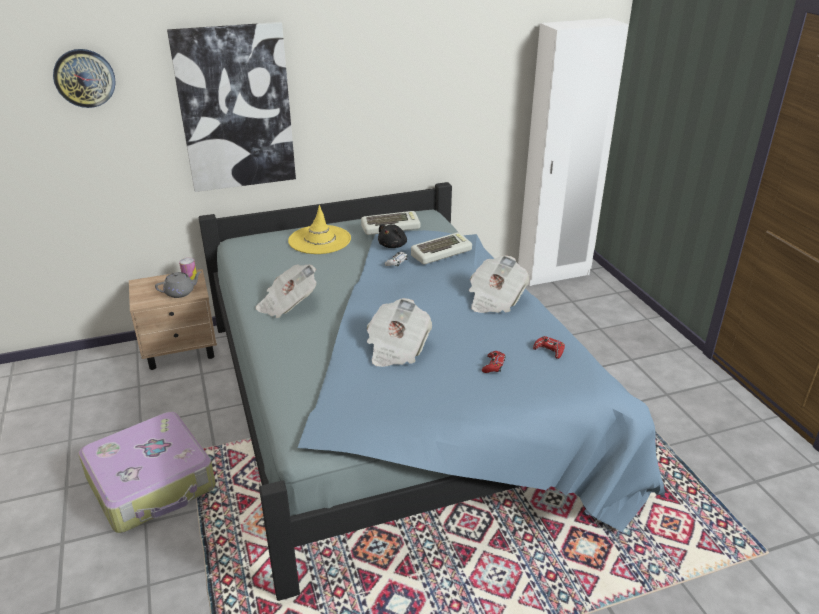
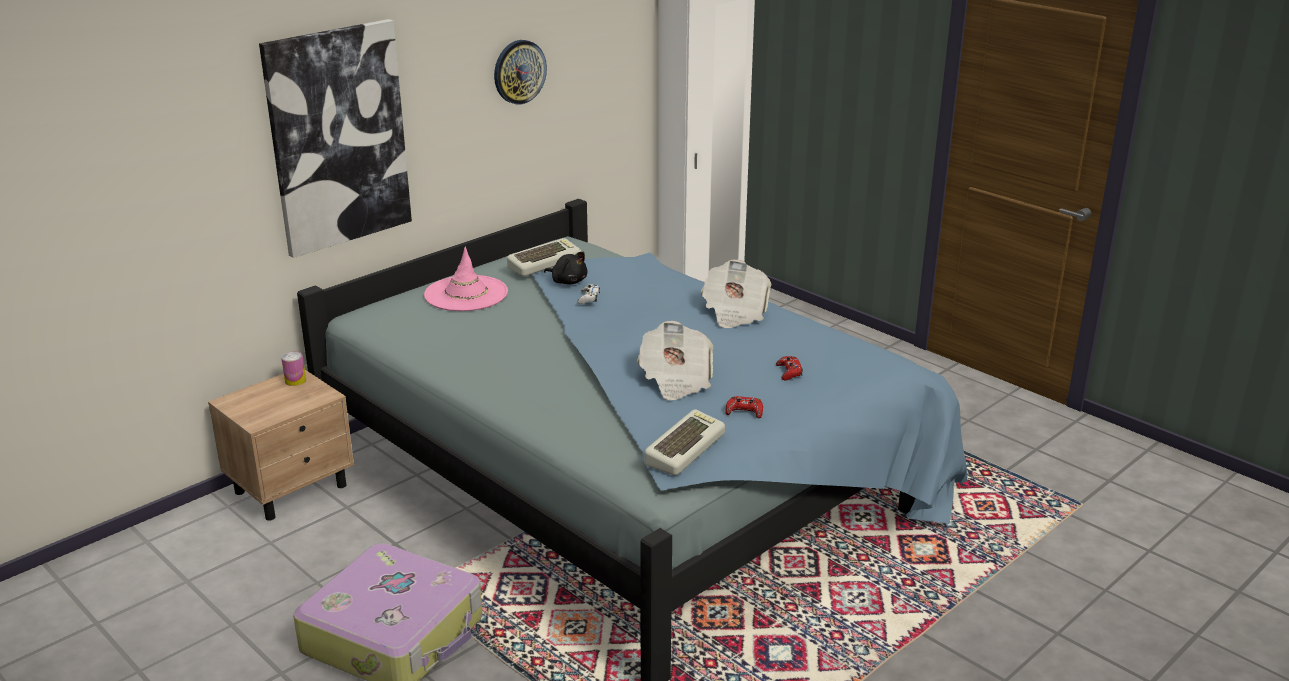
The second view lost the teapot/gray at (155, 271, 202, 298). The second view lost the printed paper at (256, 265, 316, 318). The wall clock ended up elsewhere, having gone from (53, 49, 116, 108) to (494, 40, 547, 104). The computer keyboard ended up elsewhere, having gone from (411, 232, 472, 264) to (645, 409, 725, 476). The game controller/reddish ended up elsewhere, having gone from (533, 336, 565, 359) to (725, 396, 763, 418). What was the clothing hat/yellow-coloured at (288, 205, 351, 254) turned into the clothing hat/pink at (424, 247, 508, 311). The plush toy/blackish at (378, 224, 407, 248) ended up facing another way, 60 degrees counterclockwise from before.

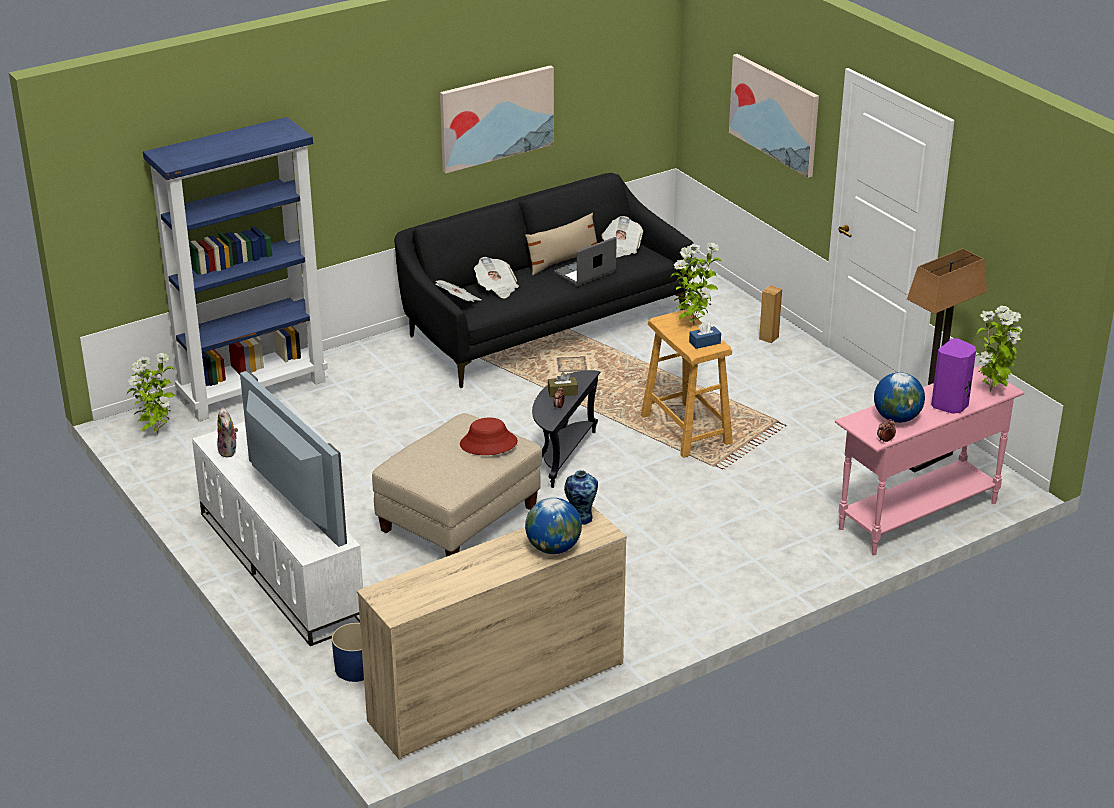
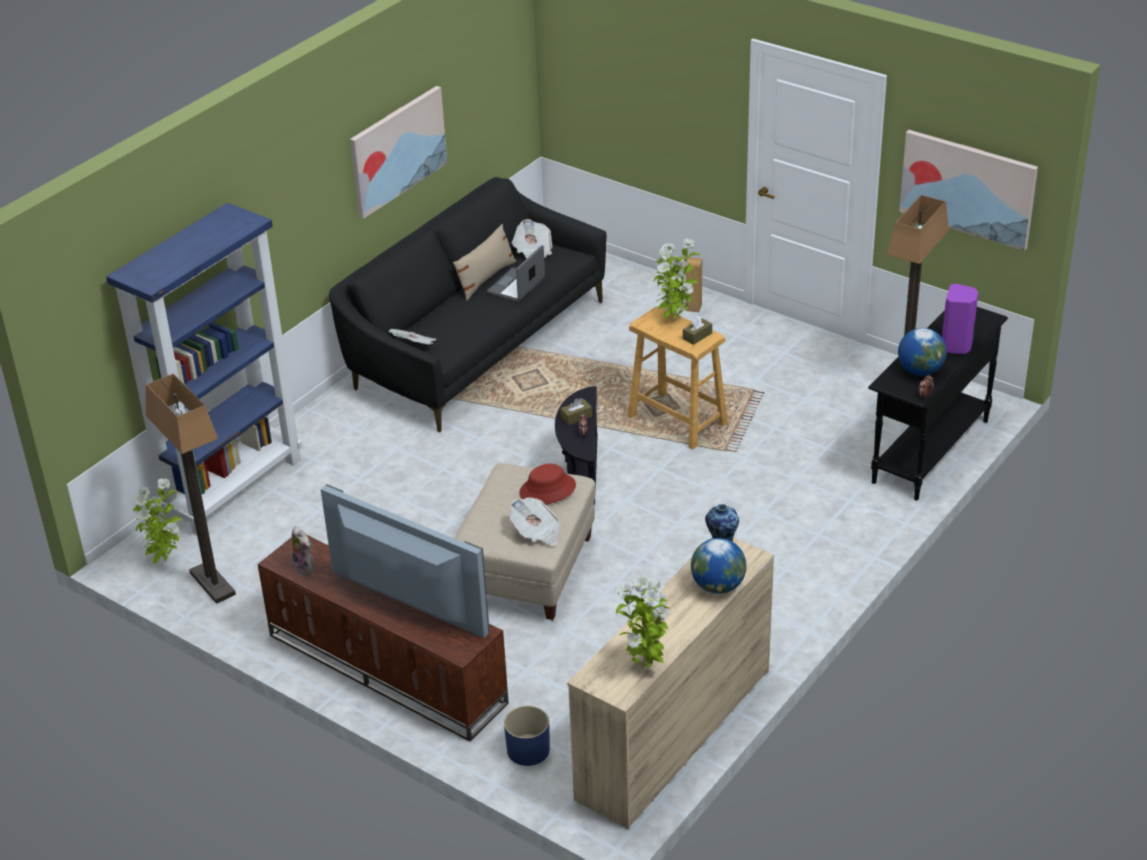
The second view gained the standing lamp at (146, 373, 236, 604). The printed paper ended up elsewhere, having gone from (474, 257, 519, 298) to (510, 497, 562, 546). The wall picture ended up elsewhere, having gone from (729, 54, 819, 178) to (899, 130, 1038, 251). The houseplant ended up elsewhere, having gone from (976, 306, 1023, 392) to (615, 576, 669, 669). What was the tv unit/whitish at (192, 422, 363, 646) turned into the tv unit/brown-coloured at (258, 535, 509, 742). What was the tissue holder/blue-coloured at (689, 321, 721, 349) turned into the tissue holder/brown-coloured at (683, 316, 712, 345). What was the hall table/pink at (835, 365, 1024, 555) turned into the hall table/blackish at (868, 307, 1008, 500).

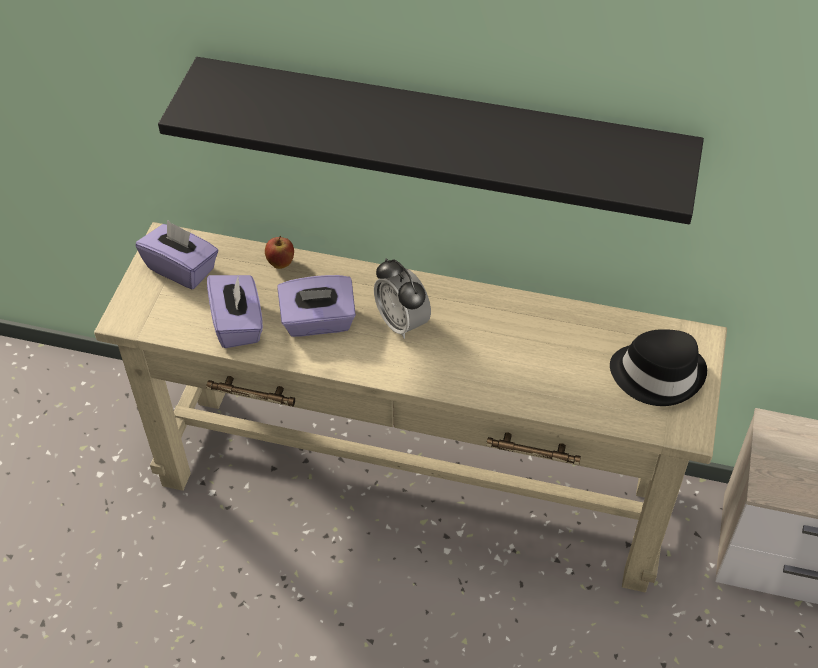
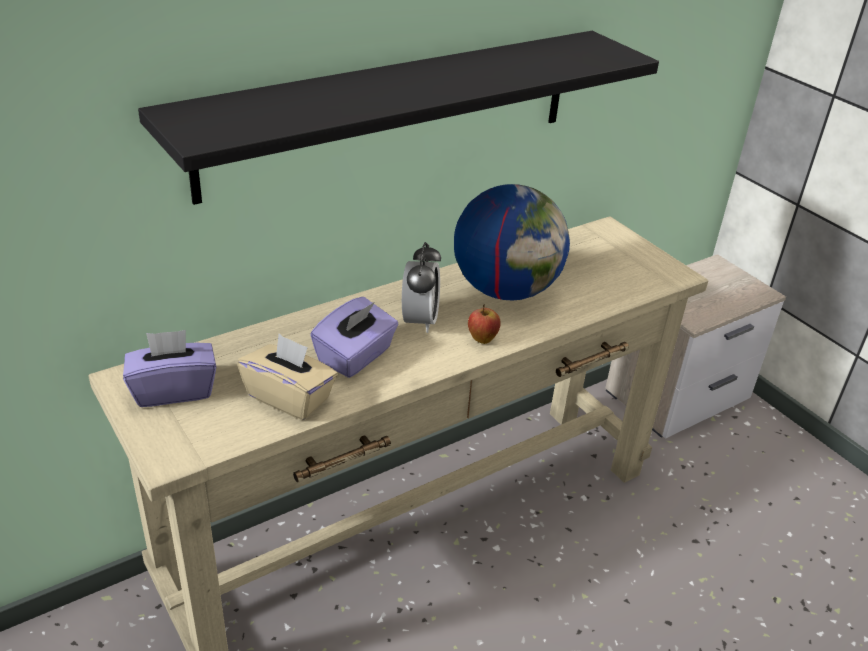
The second view lost the clothing hat/blackish at (610, 329, 707, 406). The second view gained the globe at (454, 184, 570, 301). The apple ended up elsewhere, having gone from (265, 236, 294, 269) to (468, 304, 501, 344). What was the tissue holder/purple-coloured at (207, 274, 263, 348) turned into the tissue holder/beige-coloured at (237, 334, 337, 420). The bedside clock at (374, 258, 431, 339) ended up facing another way, 90 degrees counterclockwise from before.

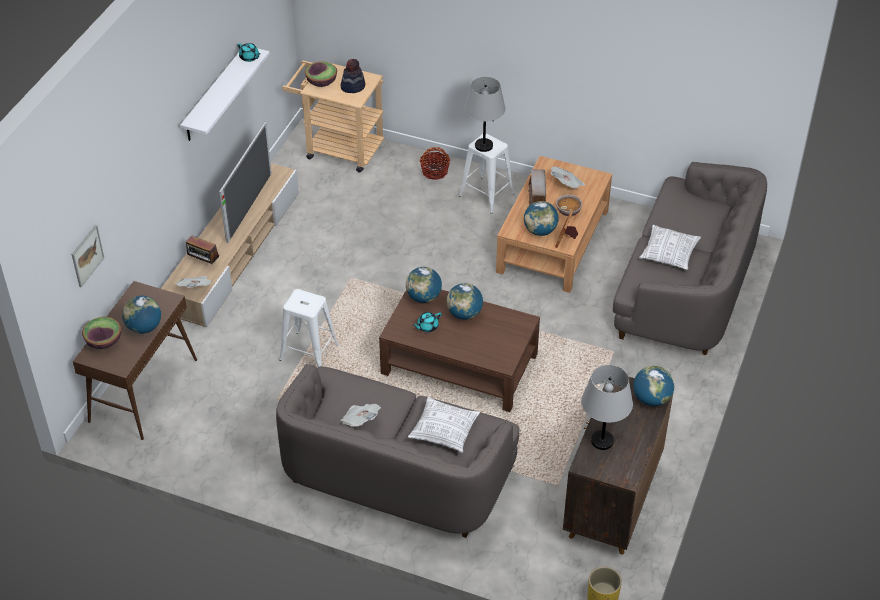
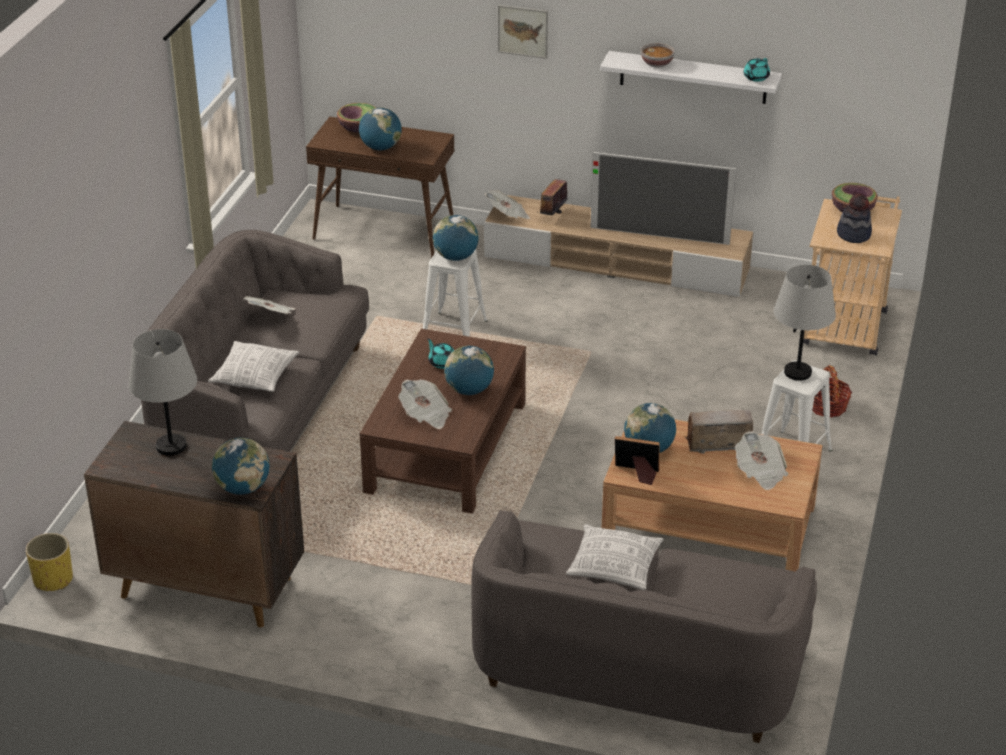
The second view gained the printed paper at (398, 379, 452, 429). The wall picture ended up elsewhere, having gone from (71, 225, 104, 287) to (498, 5, 548, 59). The globe ended up elsewhere, having gone from (406, 267, 442, 303) to (433, 215, 479, 261). The serving bowl ended up elsewhere, having gone from (556, 195, 582, 216) to (641, 43, 675, 68).

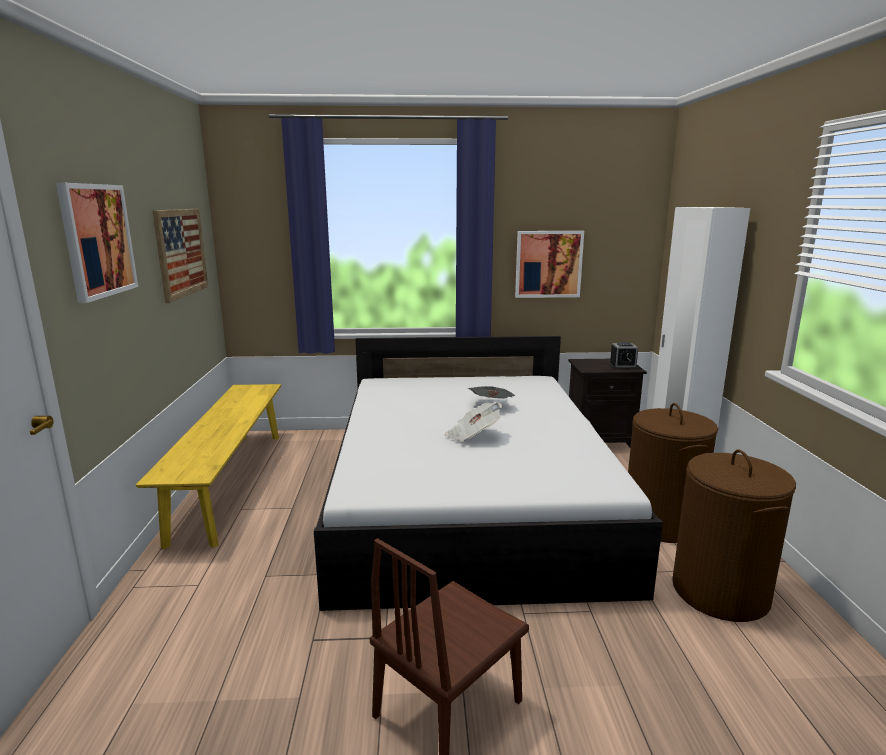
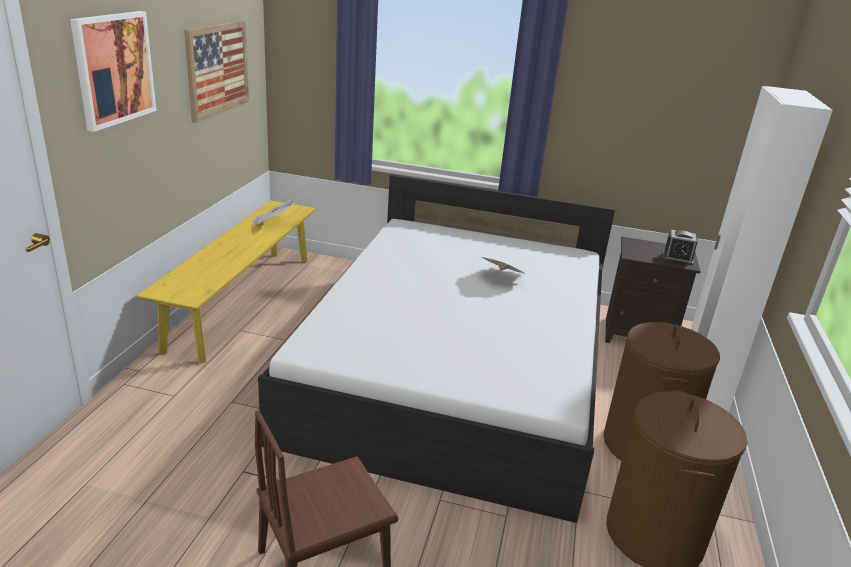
The second view lost the wall picture at (515, 231, 584, 298). The printed paper ended up elsewhere, having gone from (445, 402, 503, 442) to (253, 199, 295, 226).

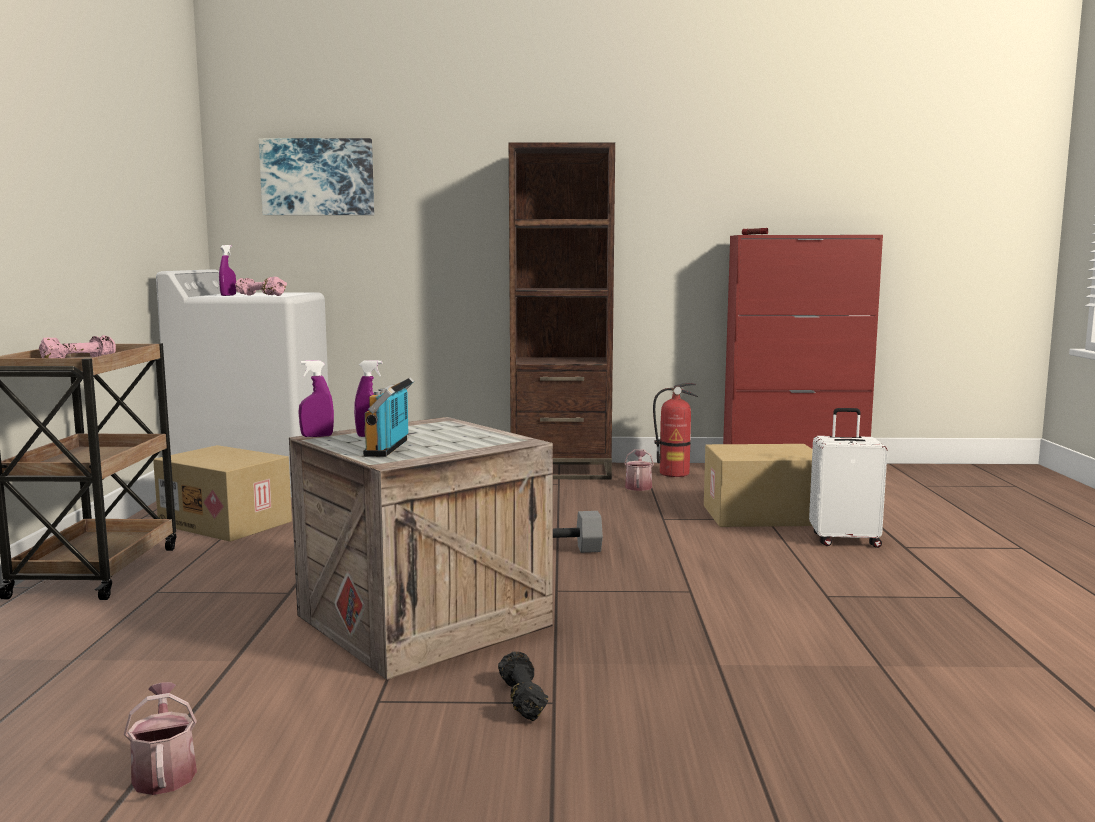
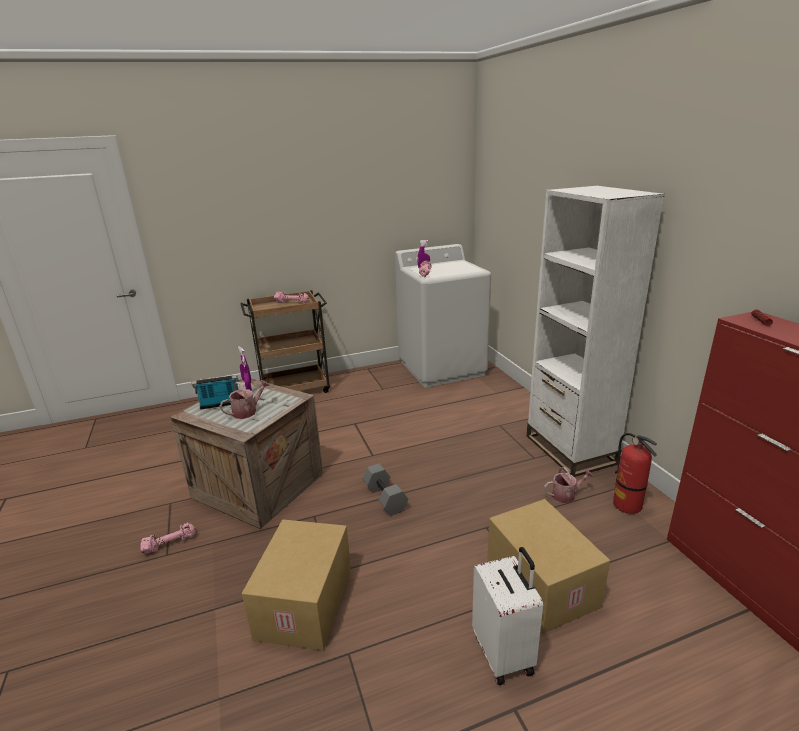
The second view lost the wall picture at (259, 138, 374, 215). The watering pot ended up elsewhere, having gone from (124, 682, 197, 795) to (220, 380, 270, 419). The cardboard box ended up elsewhere, having gone from (153, 445, 292, 542) to (242, 519, 351, 651). What was the free weight/blackish at (498, 652, 548, 721) turned into the free weight/pink at (140, 522, 195, 554). What was the shelving unit/brown-coloured at (509, 142, 615, 480) turned into the shelving unit/whitish at (527, 186, 665, 477).

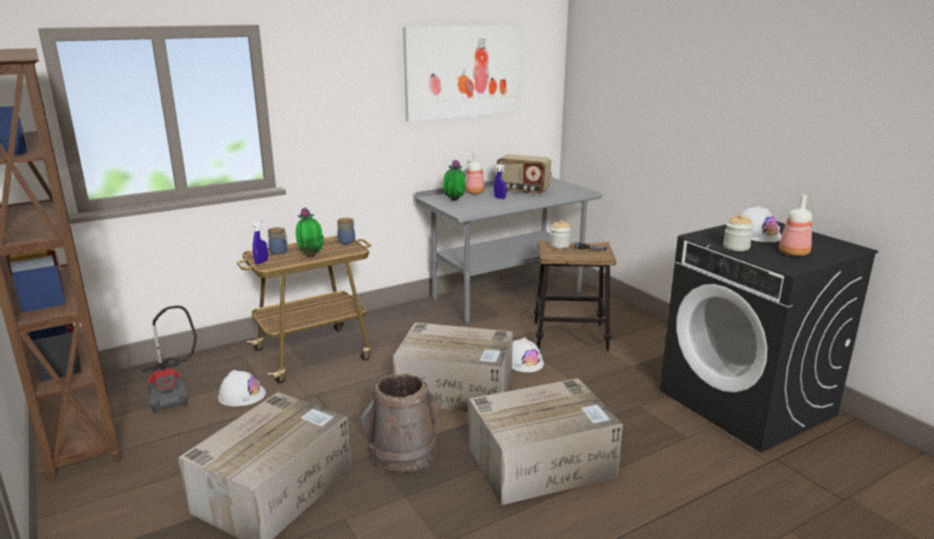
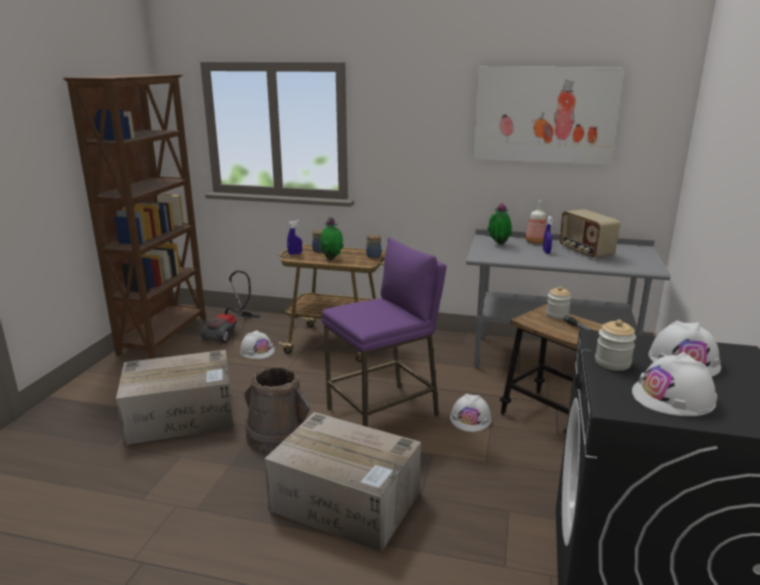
Where the cardboard box stood at (393, 322, 513, 412), the stool seat/purple-coloured came to stand at (322, 237, 447, 427). Where the bottle stood at (779, 194, 812, 256), the work helmet/whitish came to stand at (632, 352, 717, 416).

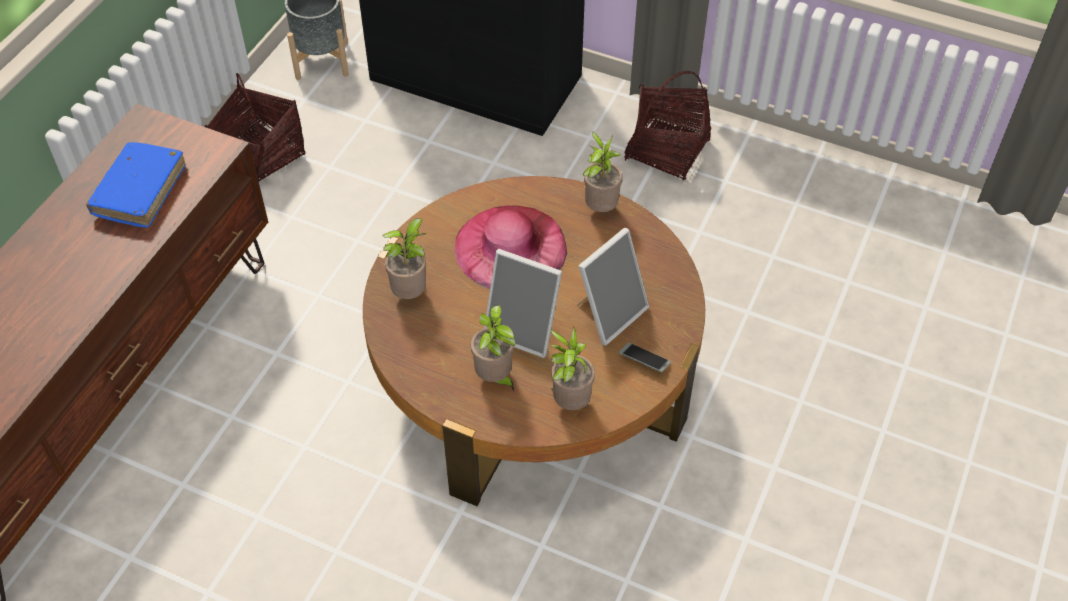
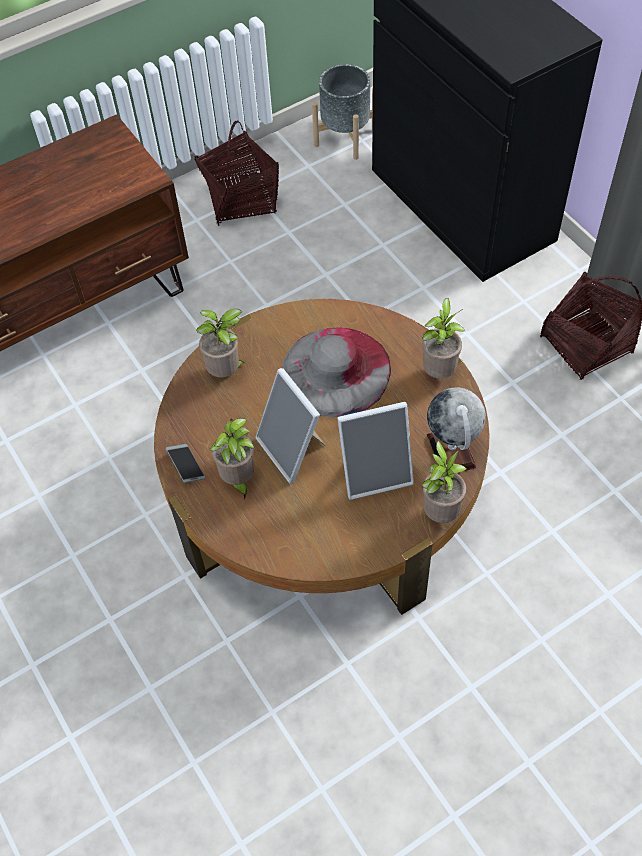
The second view lost the book/blue-coloured at (86, 142, 186, 228). The second view gained the globe at (427, 387, 486, 471). The houseplant ended up elsewhere, having gone from (549, 327, 595, 410) to (422, 441, 467, 523). The telephone ended up elsewhere, having gone from (619, 343, 671, 372) to (166, 444, 205, 483). What was the clothing hat/pink at (454, 205, 567, 289) turned into the clothing hat/gray at (282, 328, 391, 417).

